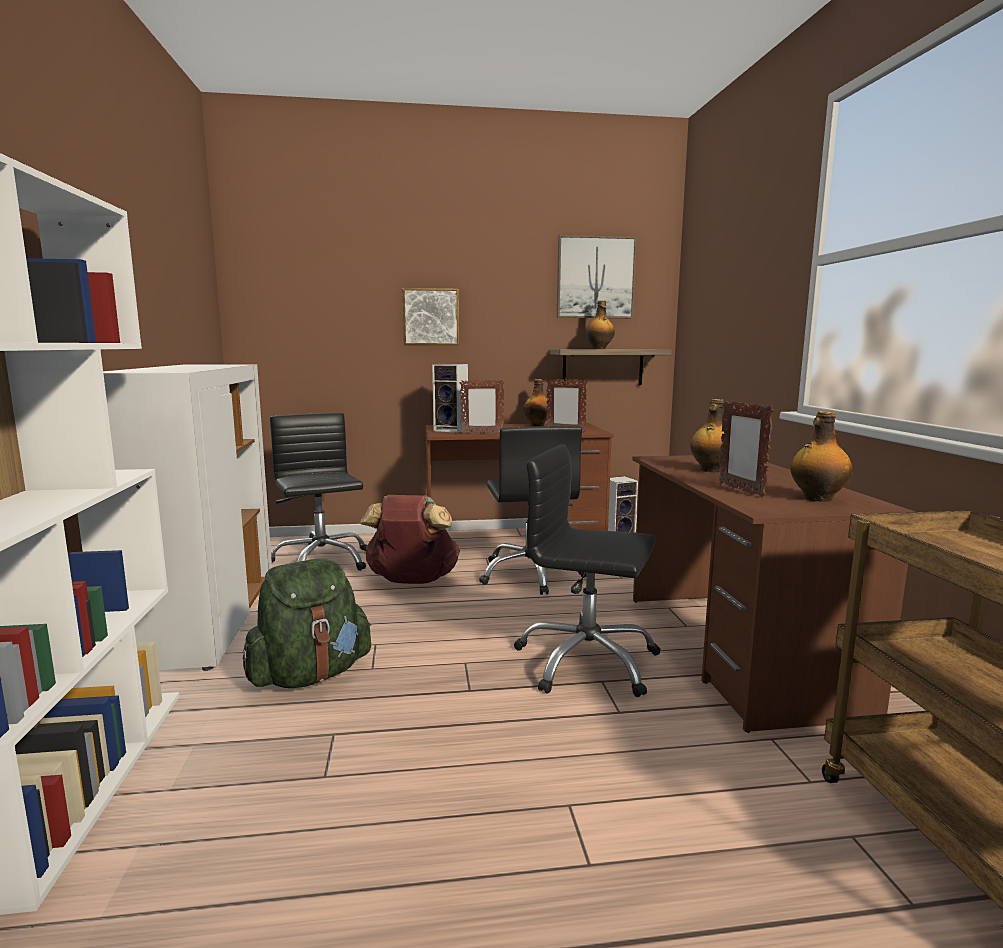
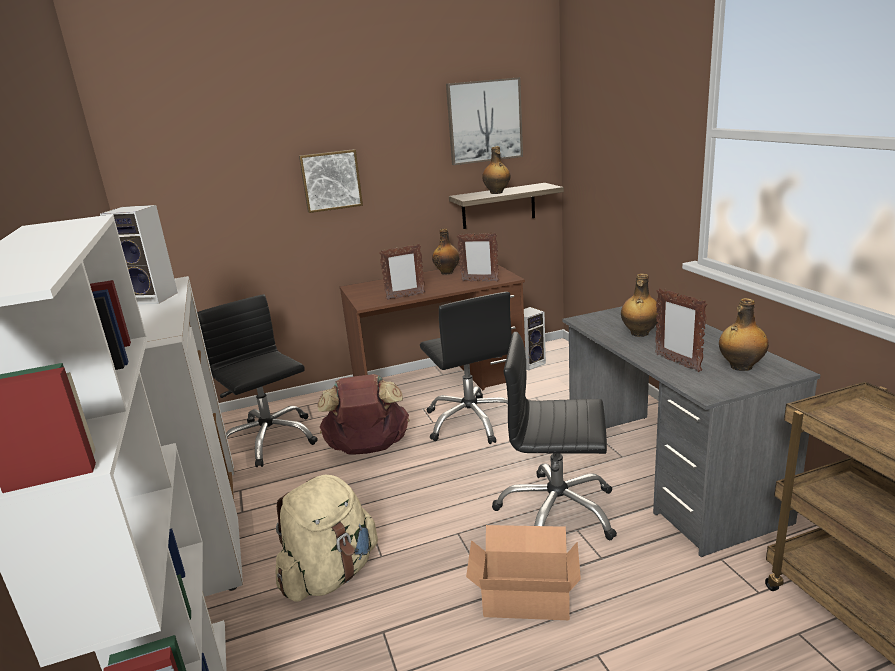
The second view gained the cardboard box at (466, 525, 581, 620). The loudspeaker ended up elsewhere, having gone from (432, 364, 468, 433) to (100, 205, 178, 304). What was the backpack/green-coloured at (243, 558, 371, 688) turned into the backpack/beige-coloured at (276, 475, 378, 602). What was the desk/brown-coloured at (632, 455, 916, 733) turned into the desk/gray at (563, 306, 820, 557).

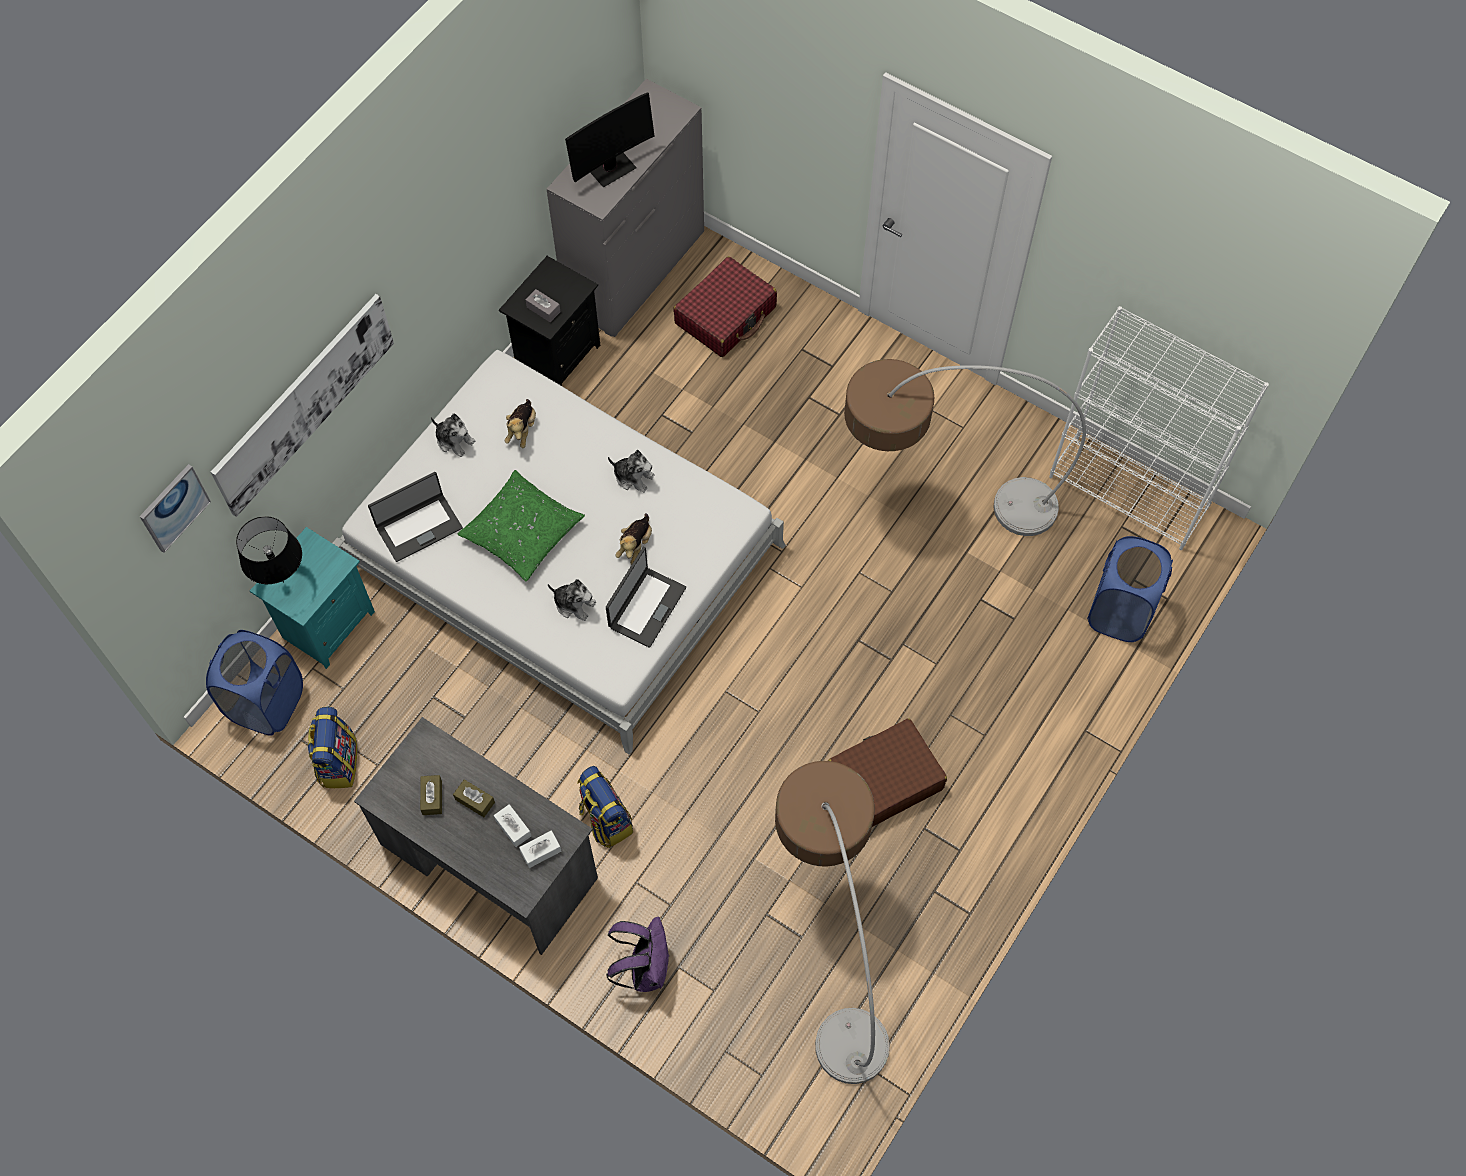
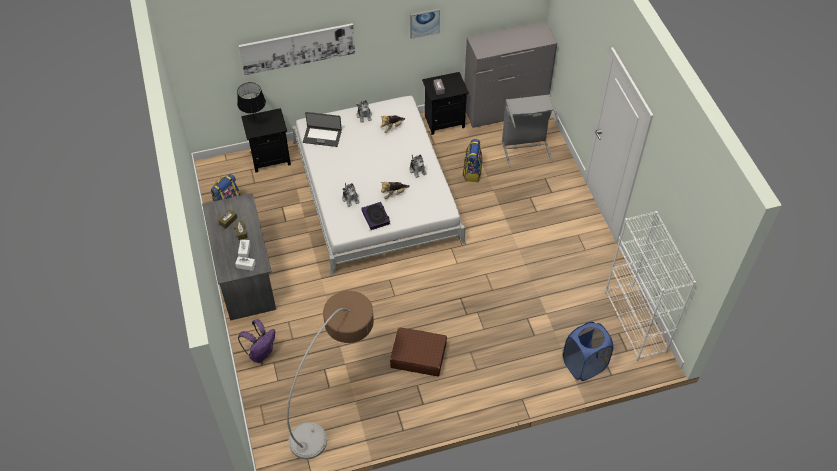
The second view lost the washing basket/blue-coloured at (206, 630, 303, 736). The second view lost the cushion/green-coloured at (458, 470, 585, 581). The second view lost the monitor at (565, 92, 654, 188). The second view lost the standing lamp at (844, 359, 1086, 536). The wall picture ended up elsewhere, having gone from (139, 464, 211, 553) to (410, 9, 440, 39). The backpack ended up elsewhere, having gone from (577, 766, 633, 848) to (463, 139, 483, 182). Where the notebook computer stood at (606, 547, 686, 647), the book came to stand at (362, 202, 390, 230). Where the suitcase/reddish stood at (673, 256, 777, 357), the washing basket/gray came to stand at (502, 94, 559, 168). What was the bedside table/blue-green at (250, 527, 375, 669) turned into the bedside table/blackish at (241, 108, 291, 173).

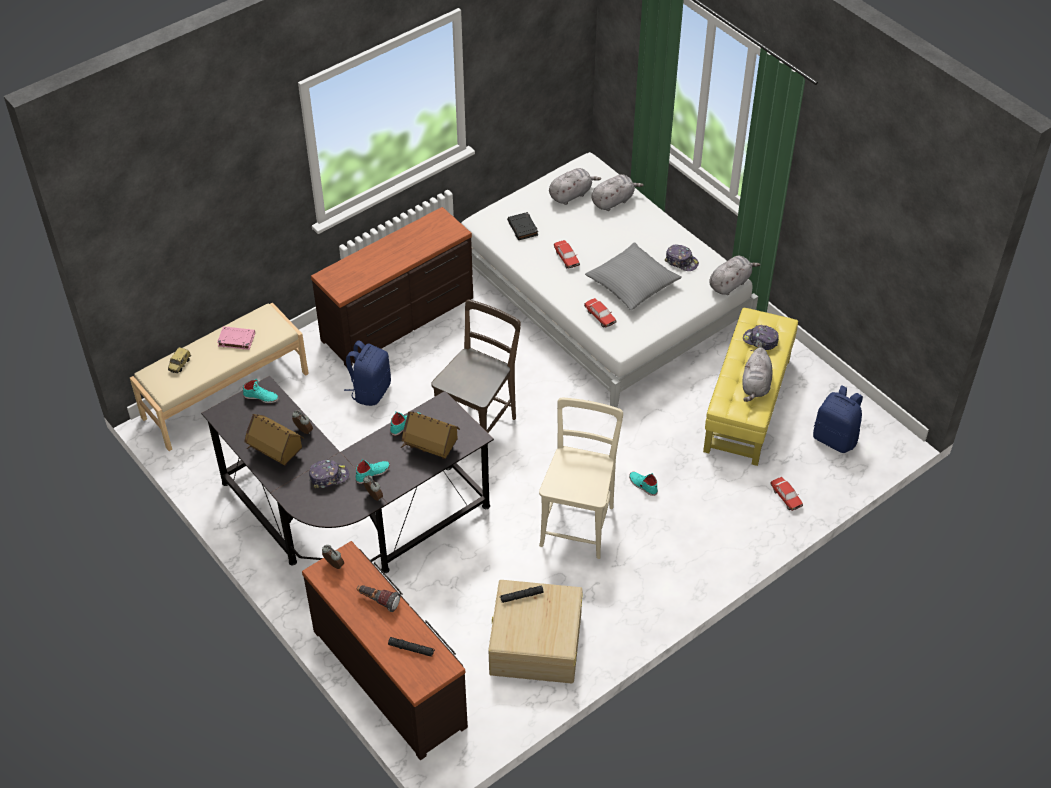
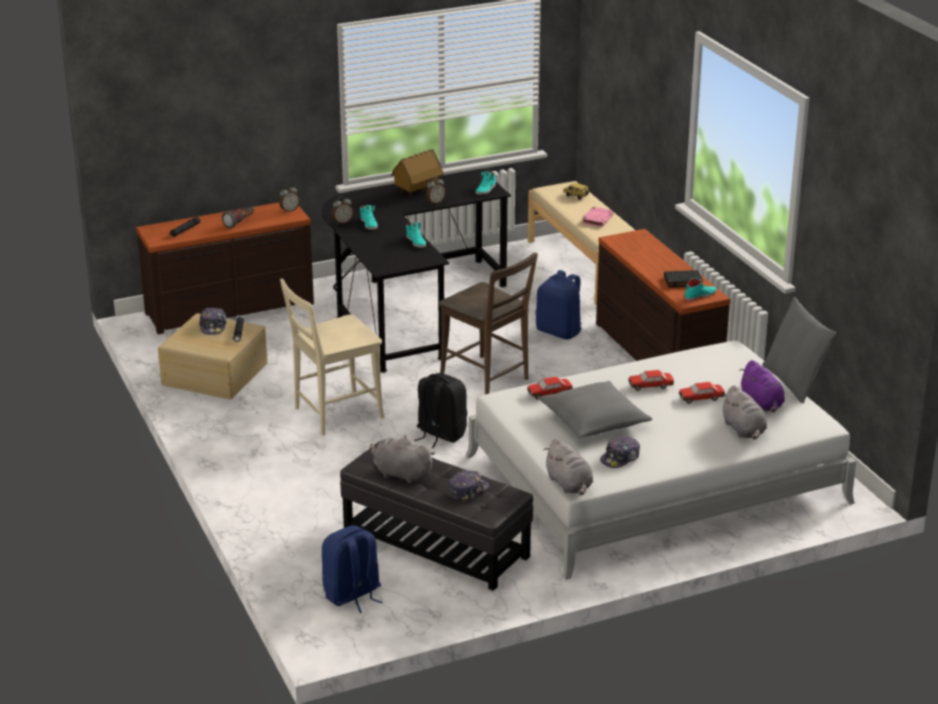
The second view lost the toy house at (401, 411, 460, 459). The second view gained the backpack/blackish at (414, 373, 467, 448). The second view gained the cushion/gray at (762, 297, 836, 403). The peaked cap ended up elsewhere, having gone from (309, 459, 349, 488) to (199, 308, 227, 335). The book/blackish ended up elsewhere, having gone from (507, 212, 538, 240) to (664, 270, 703, 288). The low shoe/blue-green ended up elsewhere, having gone from (629, 472, 658, 496) to (684, 278, 717, 301). The model car ended up elsewhere, having gone from (770, 477, 803, 511) to (679, 382, 725, 404). What was the plush toy/gray at (549, 168, 601, 205) turned into the plush toy/purple-coloured at (739, 360, 785, 413). What was the footrest/yellow-coloured at (703, 308, 798, 466) turned into the footrest/blackish at (340, 440, 533, 591). The plain chair/beige-coloured at (539, 398, 623, 559) ended up facing another way, 120 degrees clockwise from before.

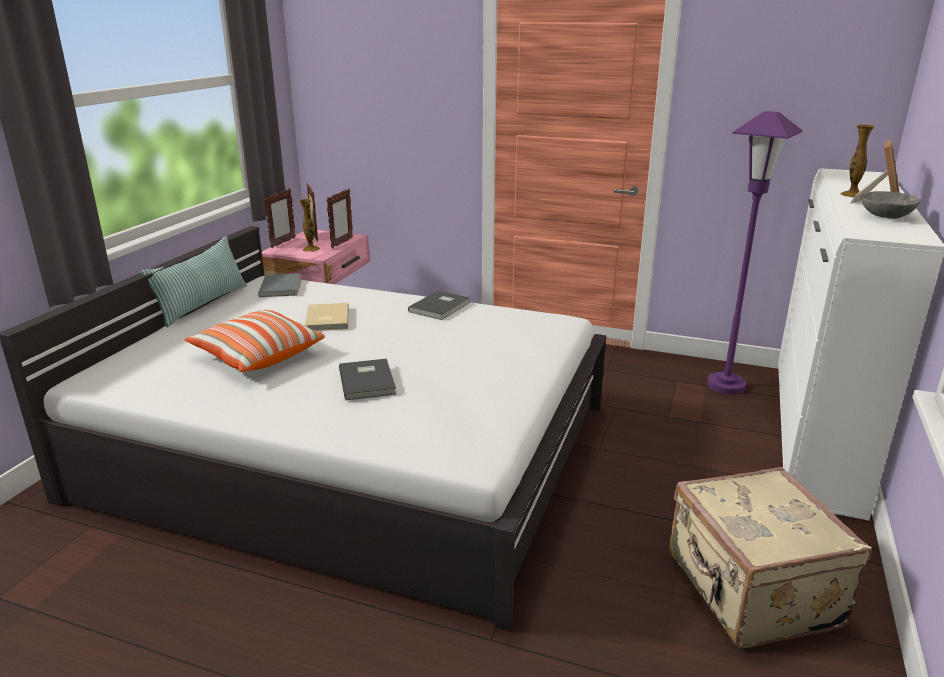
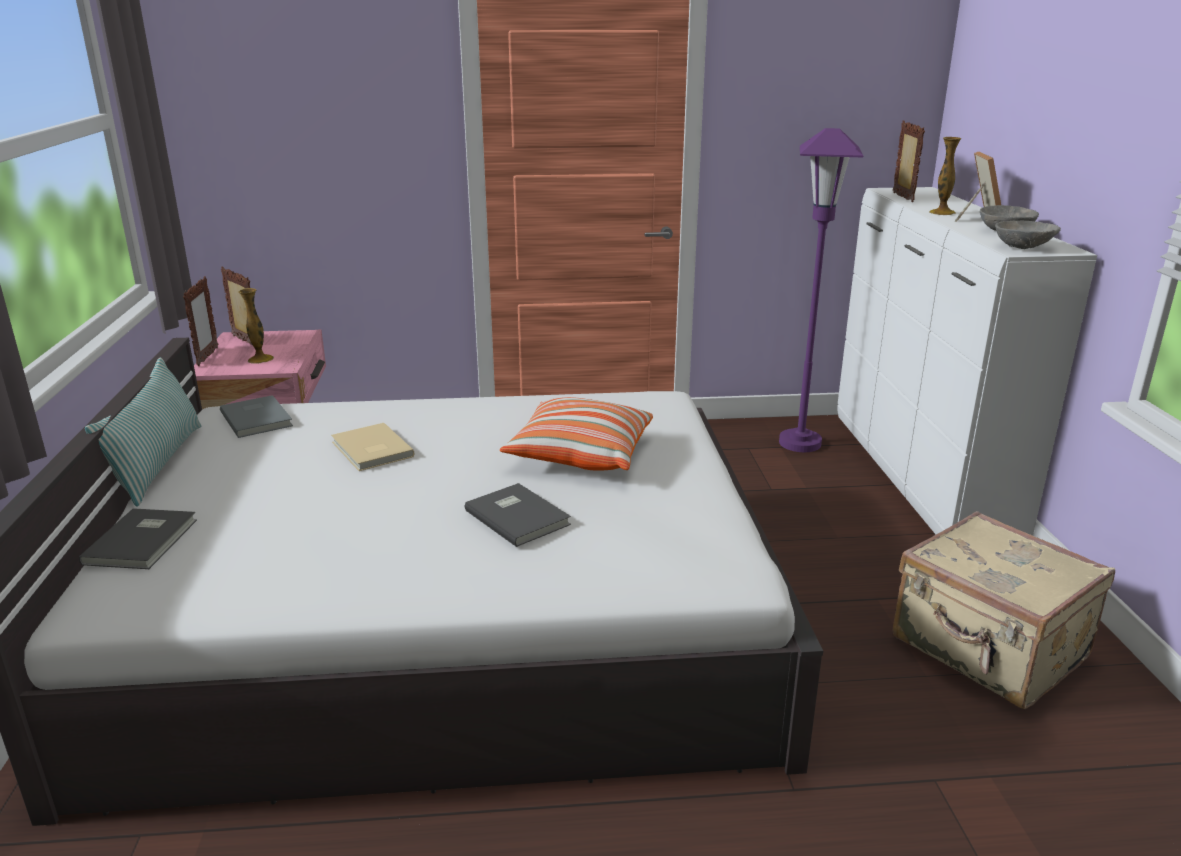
The second view gained the serving bowl/gray at (995, 221, 1061, 249). The cushion ended up elsewhere, having gone from (185, 310, 325, 372) to (500, 397, 653, 471). The standing frame ended up elsewhere, having gone from (326, 188, 353, 248) to (893, 121, 925, 202). The book/gray ended up elsewhere, having gone from (408, 291, 470, 320) to (79, 508, 197, 569).

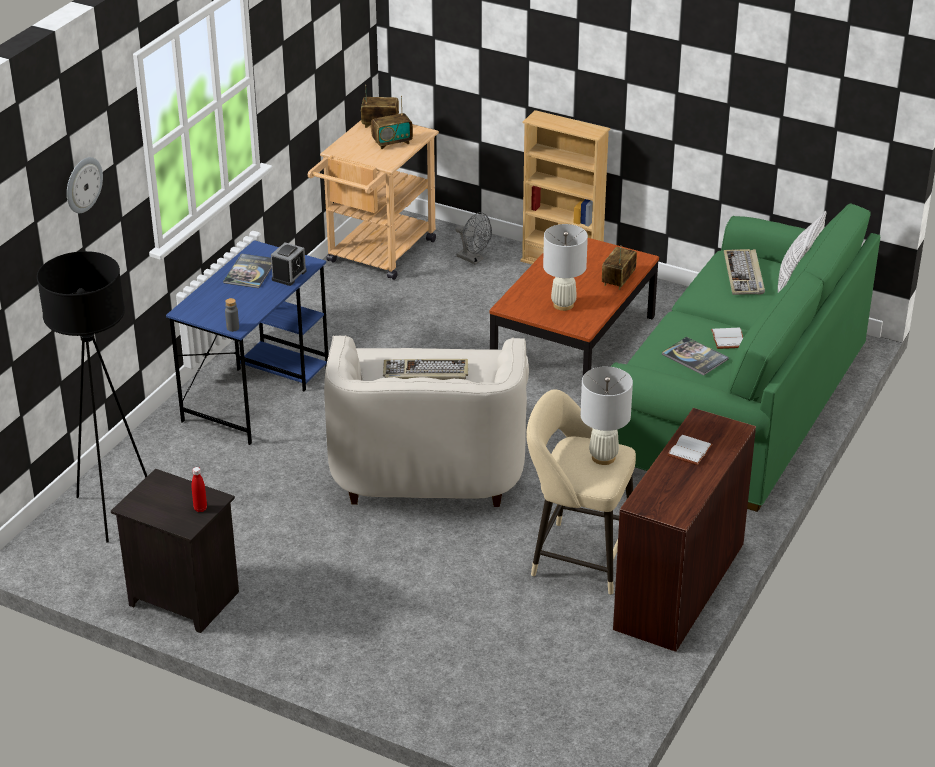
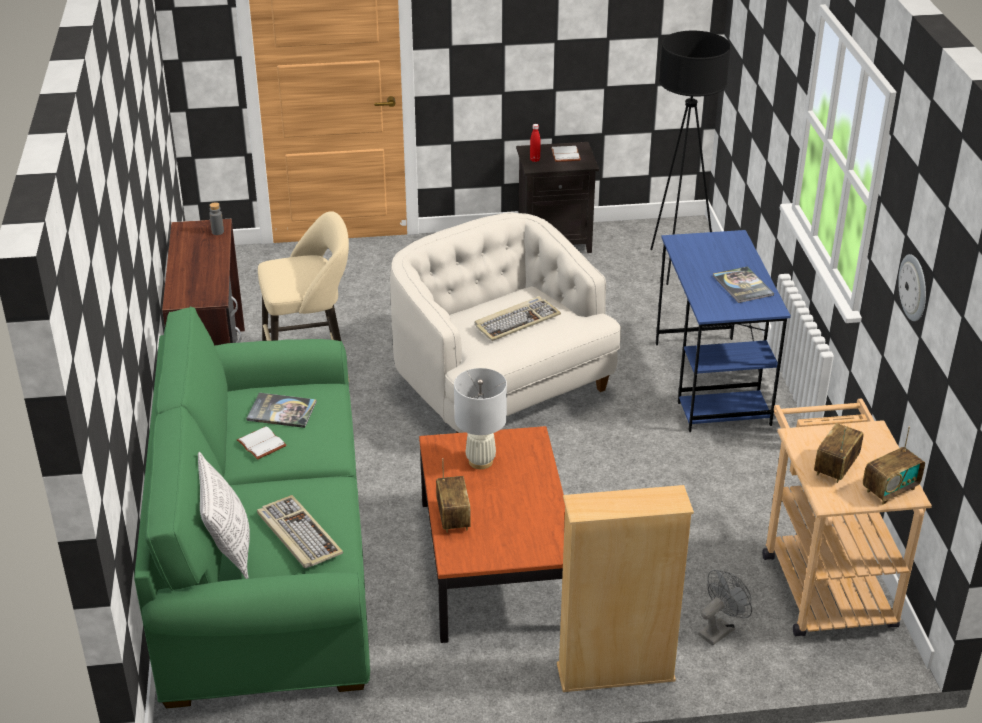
The second view lost the bedside clock at (271, 243, 307, 286). The second view lost the lamp for a table/whitish at (580, 366, 633, 465). The wall clock ended up elsewhere, having gone from (67, 157, 103, 213) to (898, 254, 926, 321). The bottle/gray ended up elsewhere, having gone from (225, 298, 239, 332) to (209, 202, 224, 235). The book/whitish ended up elsewhere, having gone from (667, 435, 713, 465) to (551, 146, 581, 162). The fan/gray at (455, 212, 492, 264) ended up facing another way, 135 degrees clockwise from before.

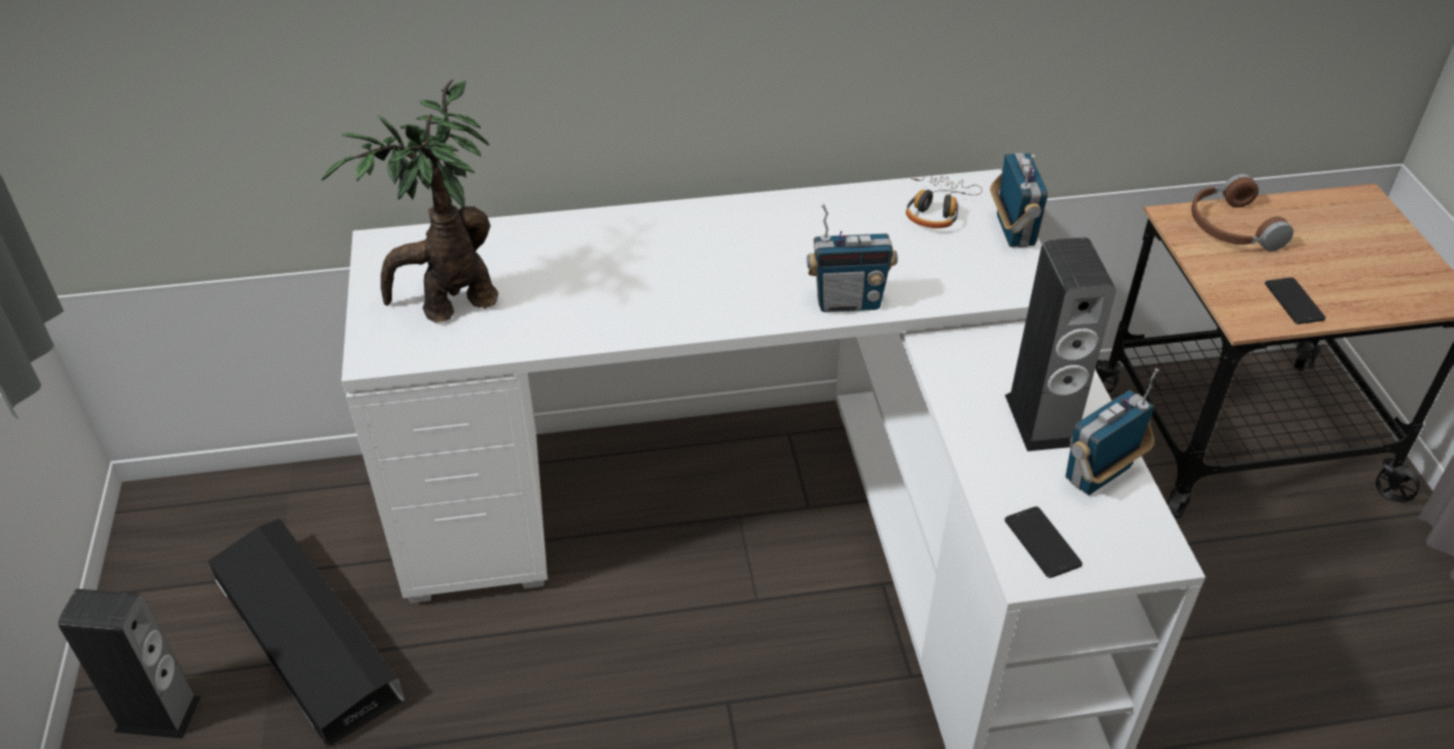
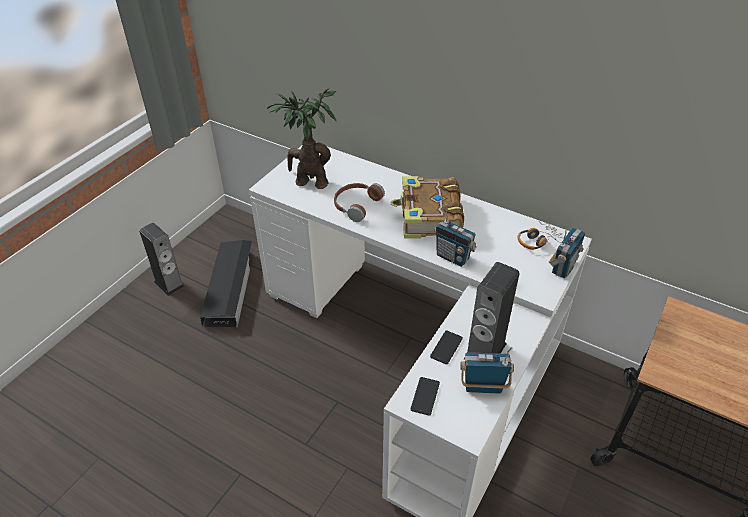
The second view gained the book at (390, 176, 464, 238). The pair of headphones/brown-coloured ended up elsewhere, having gone from (1191, 174, 1294, 251) to (334, 183, 385, 222). The telephone ended up elsewhere, having gone from (1265, 277, 1326, 324) to (430, 330, 463, 364).

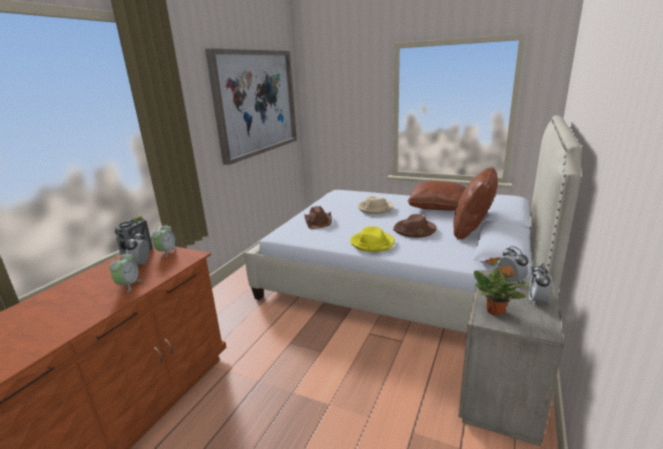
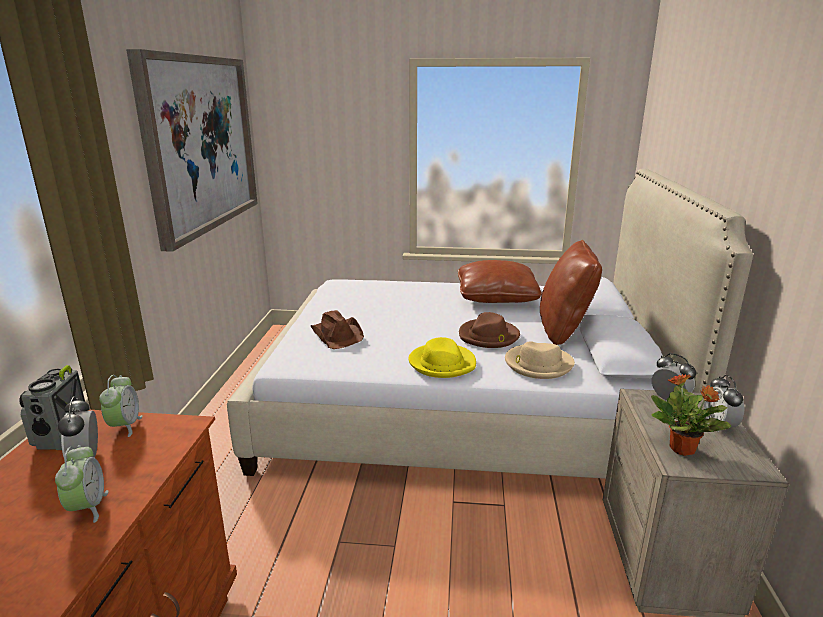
The clothing hat/beige-coloured ended up elsewhere, having gone from (358, 196, 394, 214) to (505, 341, 575, 379).

